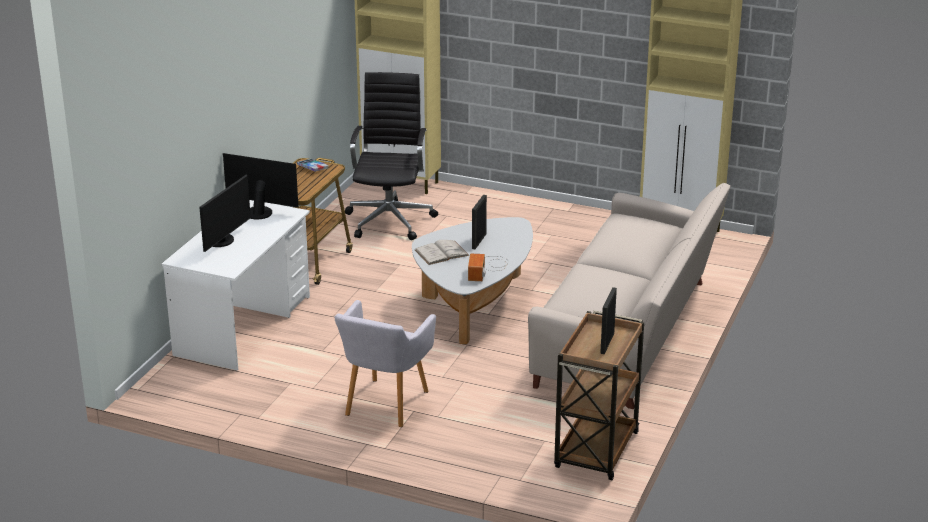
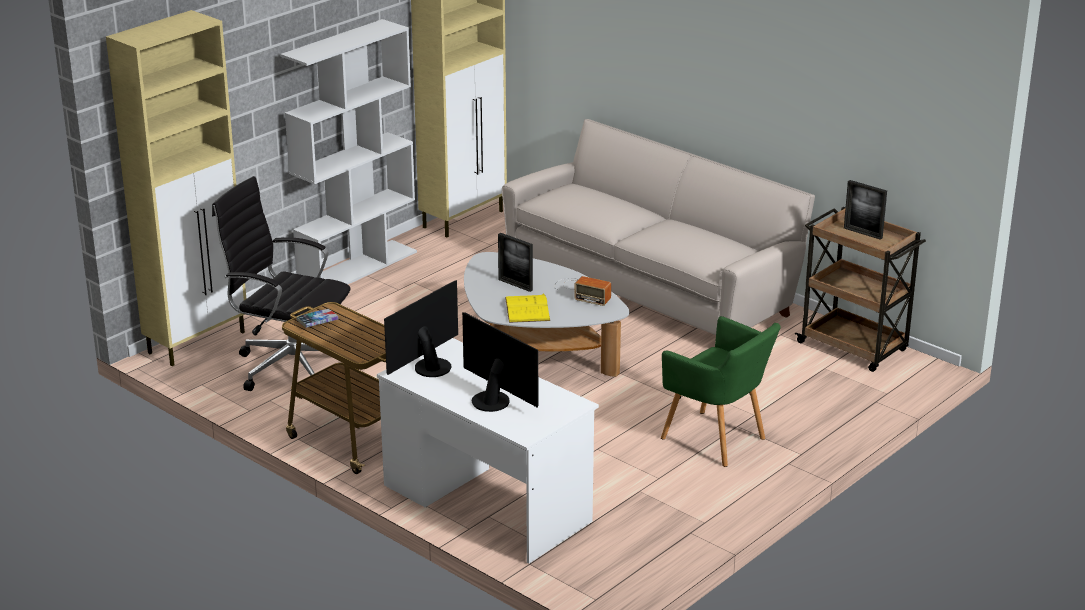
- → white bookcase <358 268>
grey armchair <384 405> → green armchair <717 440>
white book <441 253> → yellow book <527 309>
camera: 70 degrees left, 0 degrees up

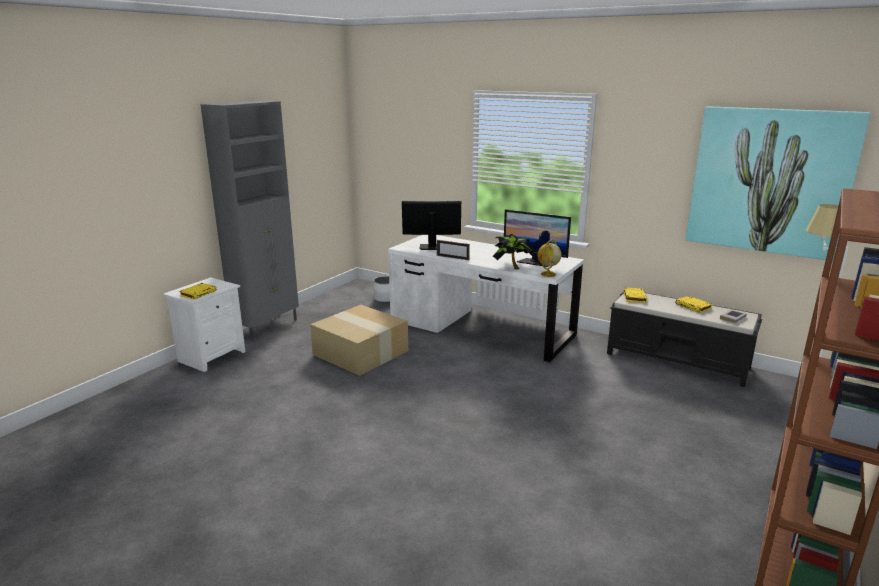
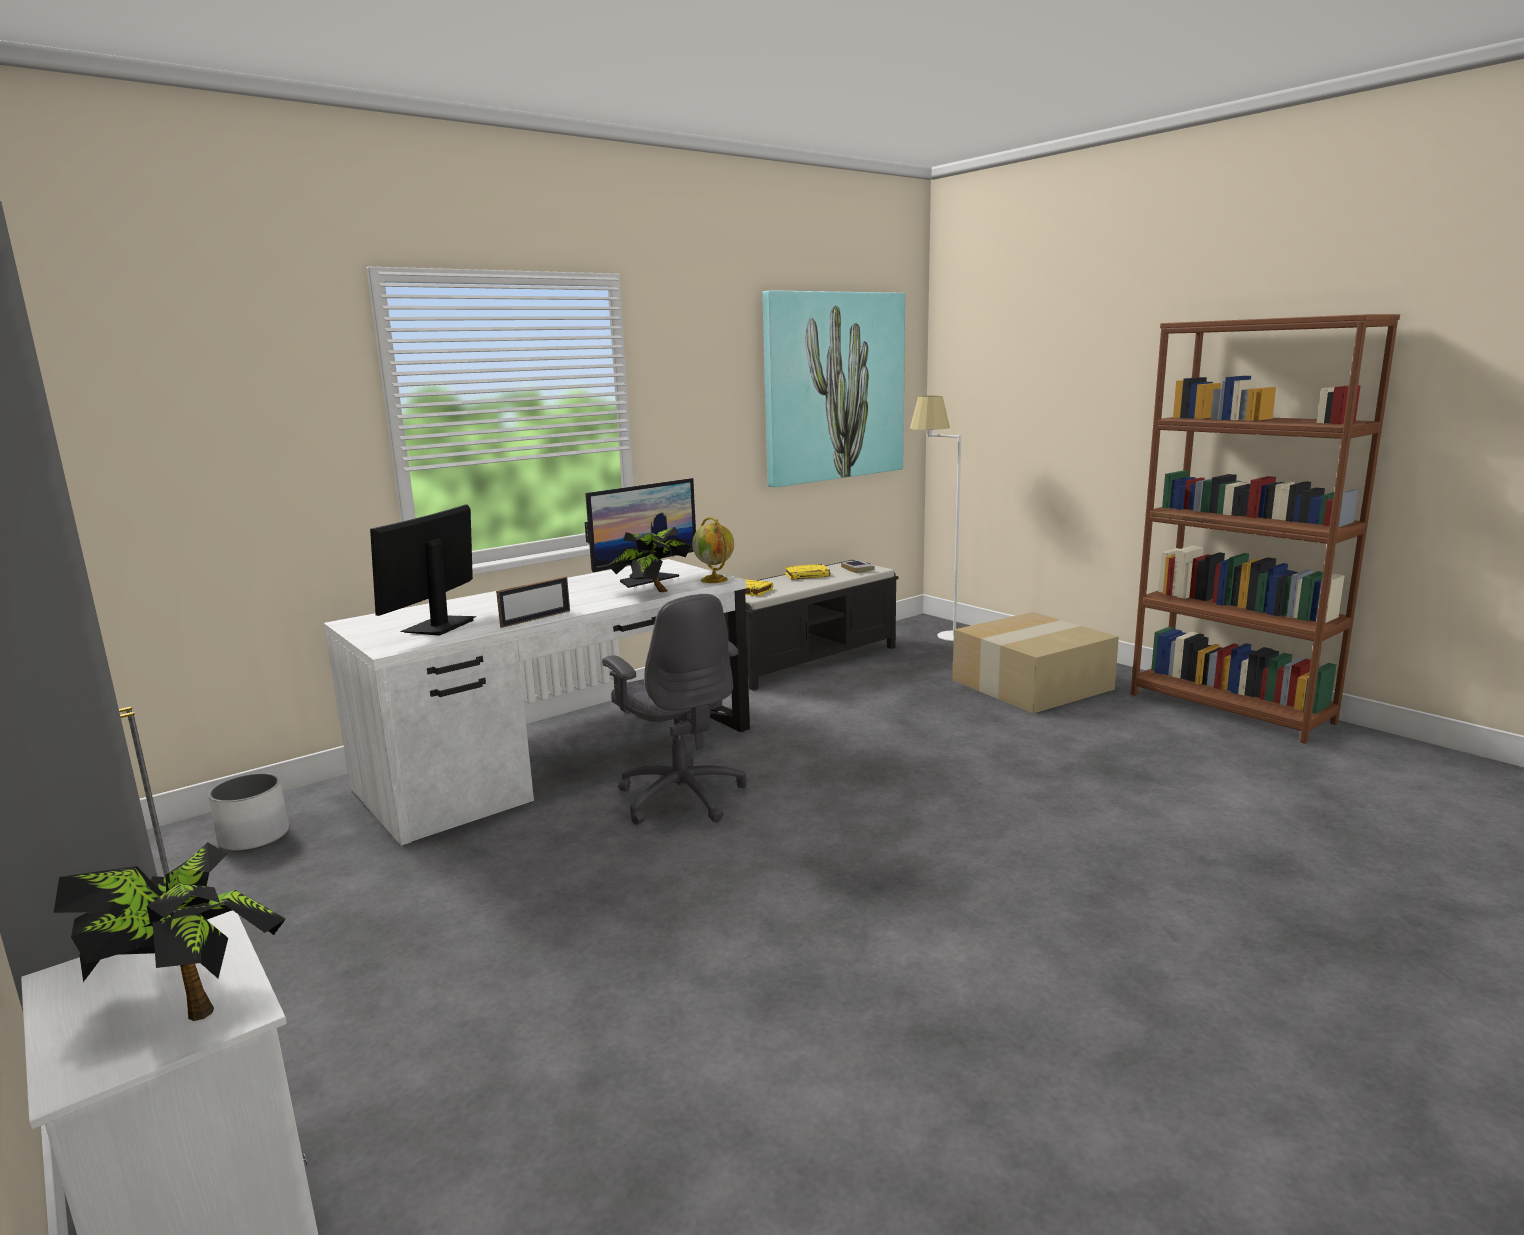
- → grey office chair <681 796>
cardboard box <362 352> → cardboard box <1031 684>, relocated
yellow book <198 293> → potted plant <191 1003>
camera: 70 degrees left, 5 degrees down

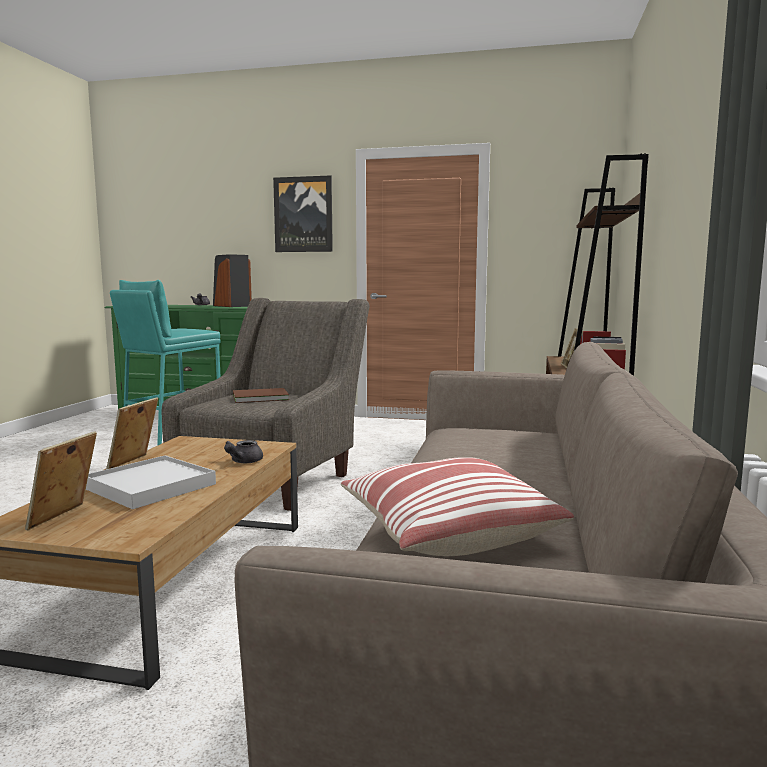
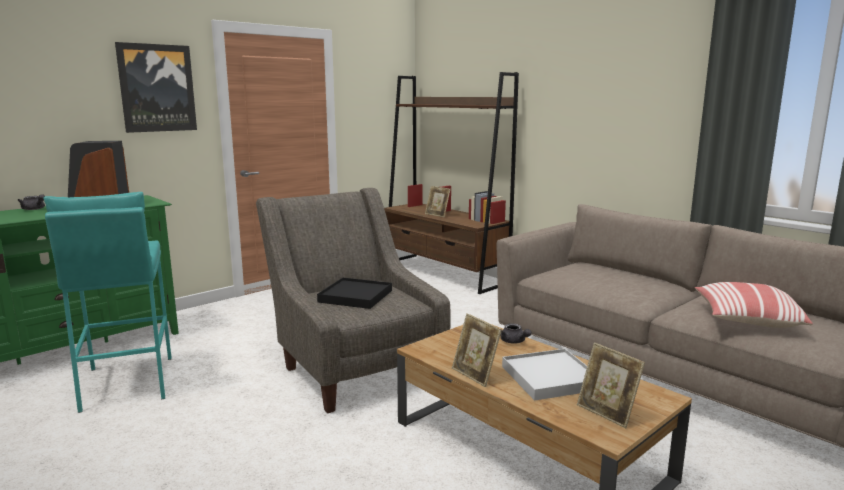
brown book <258 397> → black tray <355 296>
camera: 55 degrees left, 5 degrees up

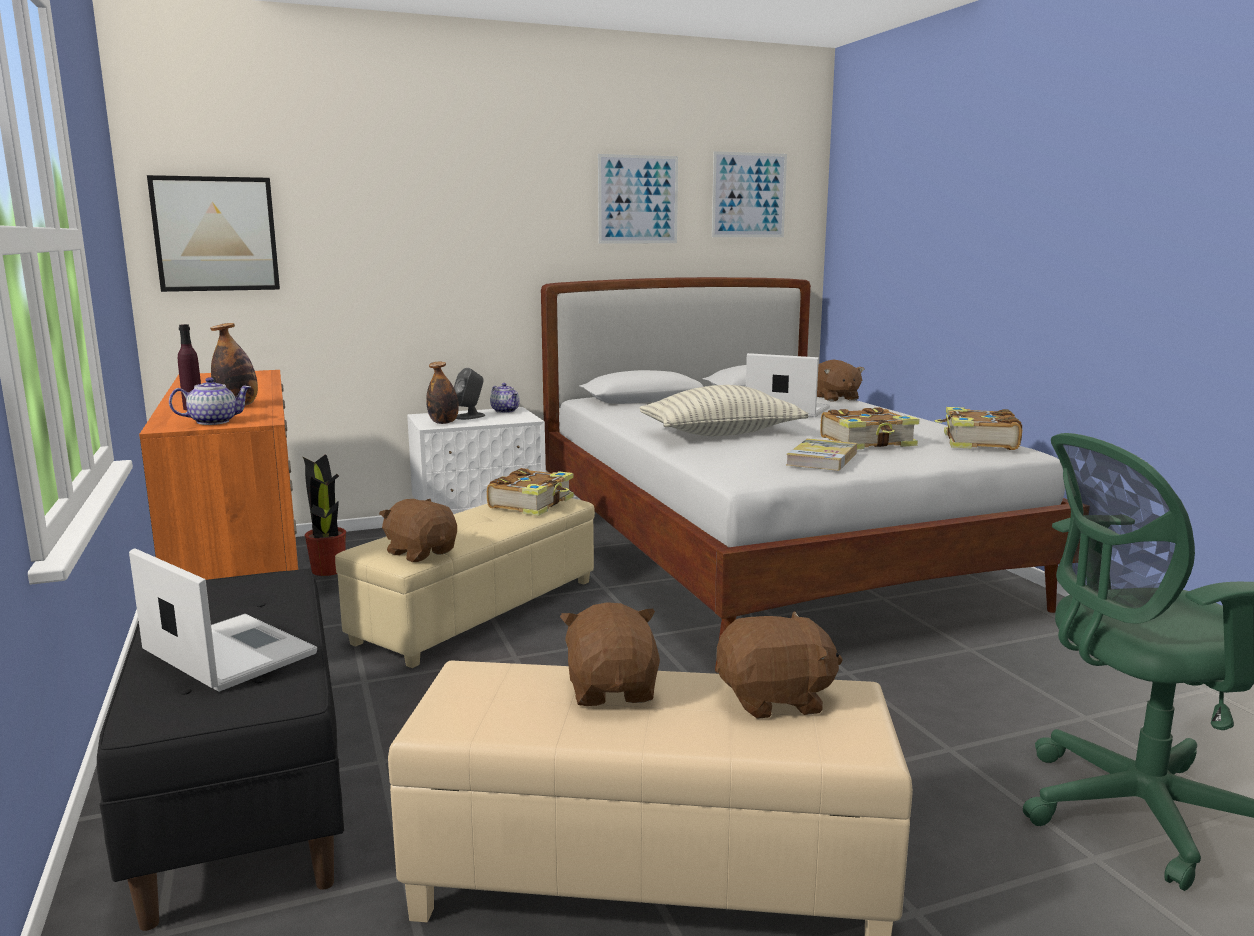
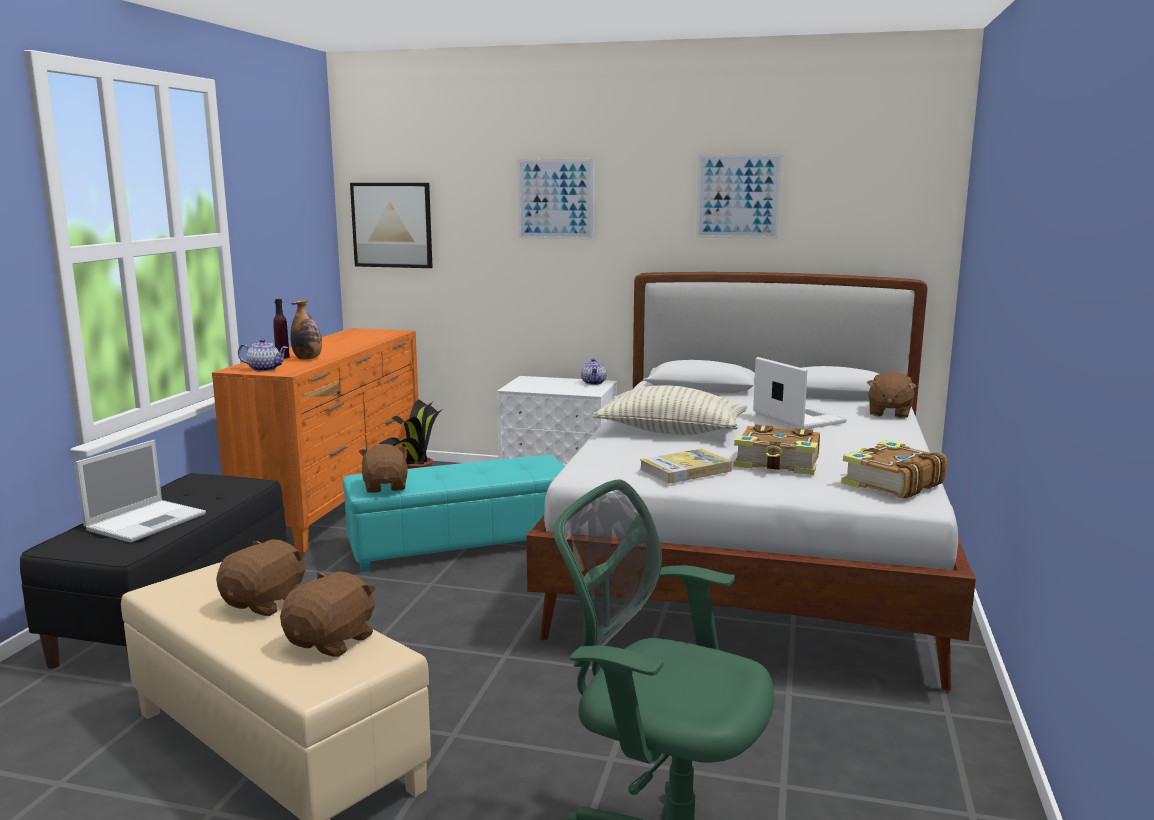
bottle <443 422> → -
grey speaker <469 416> → -
book <533 504> → -
picture <749 195> → picture <555 199>, relocated
beige ottoman <479 611> → turquoise ottoman <461 545>
laptop <227 653> → laptop <147 521>, 45 degrees clockwise
brown plush toy <775 700> → brown plush toy <332 641>, 90 degrees counterclockwise
camera: 35 degrees right, 0 degrees up

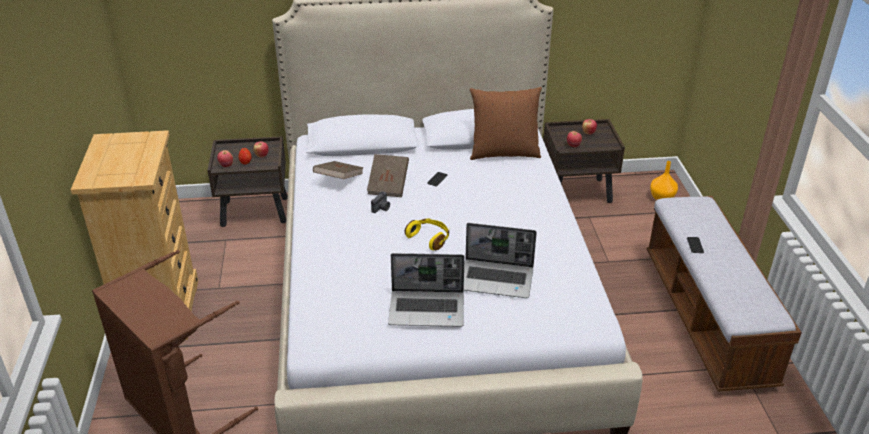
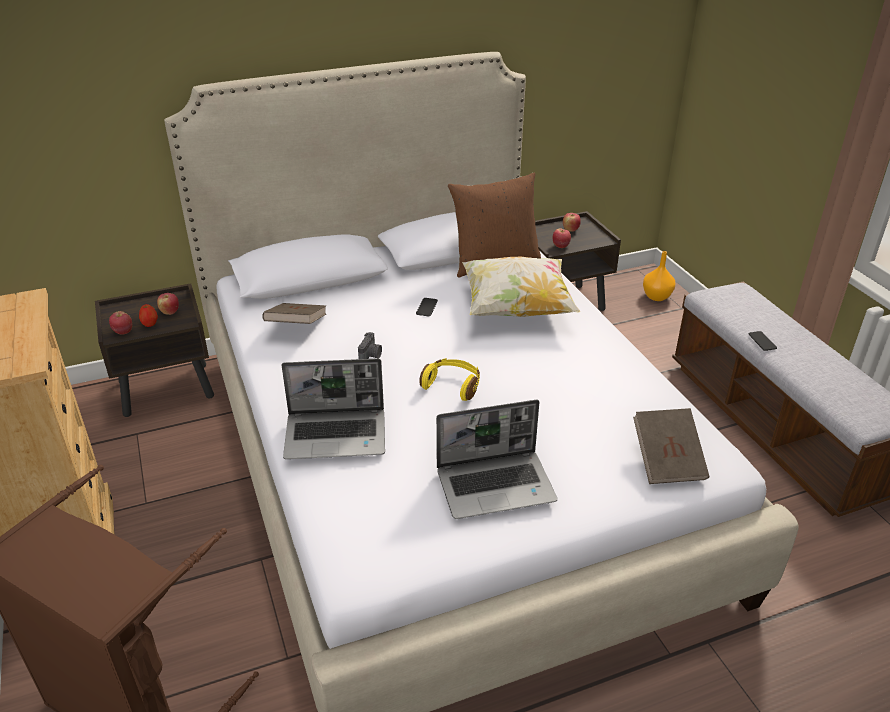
- → pillow <516 308>
brown book <388 185> → brown book <667 460>, relocated
laptop <497 279> → laptop <337 435>, relocated
camera: 15 degrees left, 0 degrees up

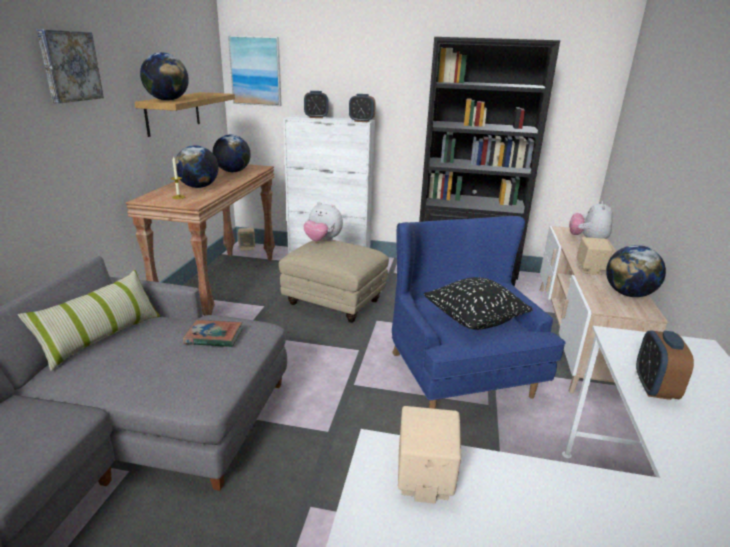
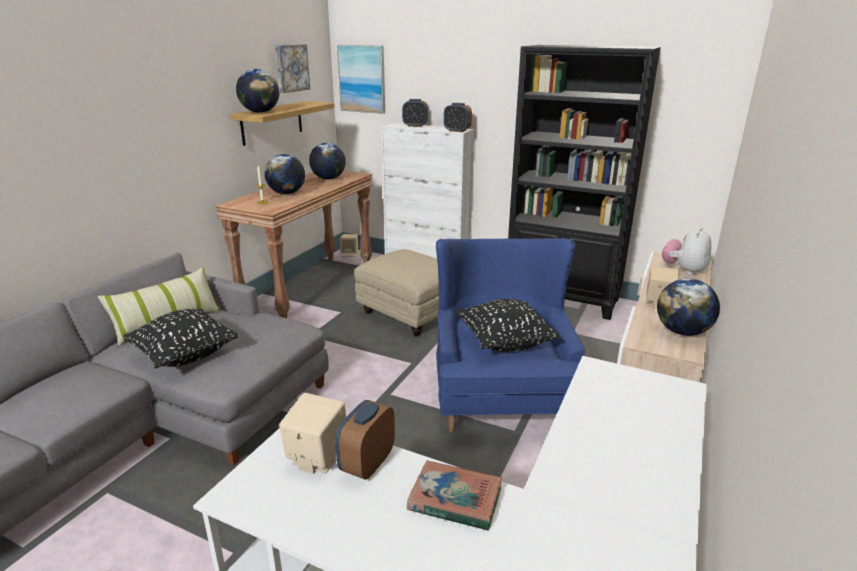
plush toy <323 241> → -
- → black pillow <185 356>
picture <69 66> → picture <291 68>, relocated
book <214 337> → book <455 499>, relocated
alarm clock <654 388> → alarm clock <367 464>, relocated
camera: 15 degrees right, 0 degrees up

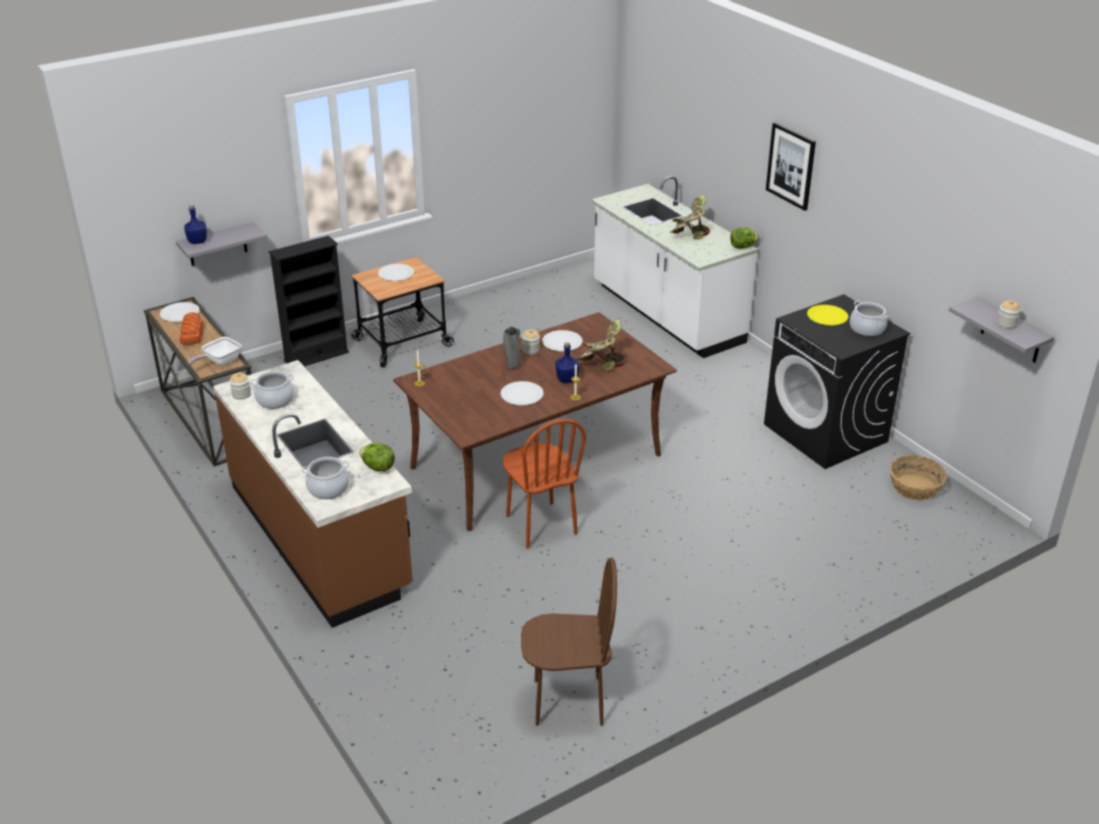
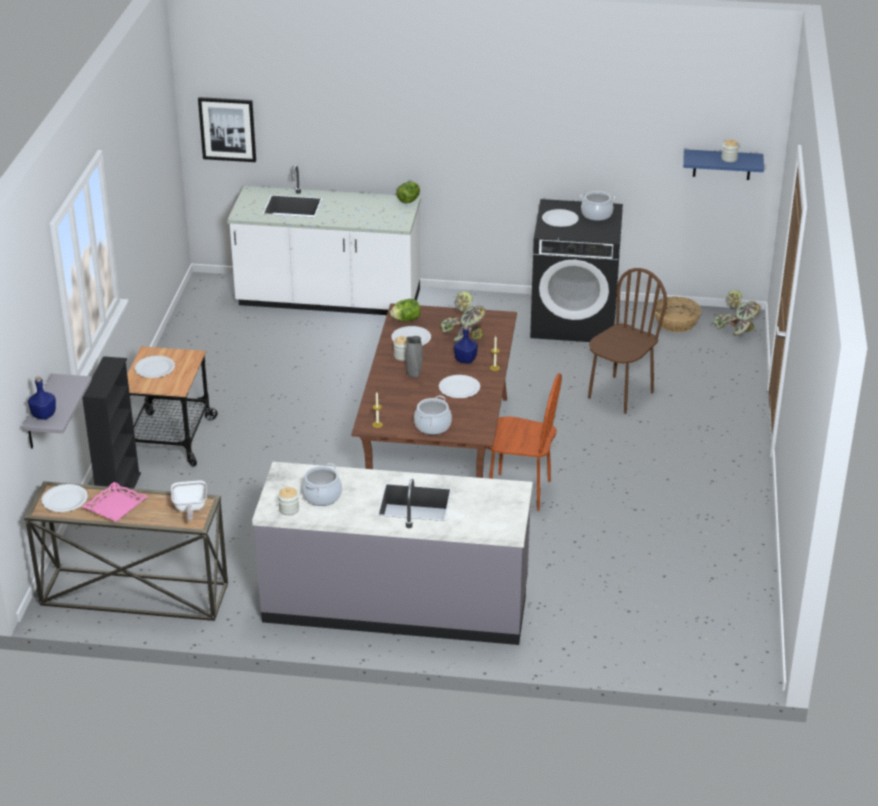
cooking pot <328 488> → cooking pot <432 426>, relocated
lettuce <378 467> → lettuce <406 320>, relocated
brown chair <568 701> → brown chair <620 395>, relocated
potted plant <688 234> → potted plant <736 330>, relocated
picture <791 166> → picture <227 129>, relocated
bread <192 334> → pink tray <115 506>
brown counter <320 537> → grey counter <396 603>
yellow plate <827 316> → white plate <560 219>
grey shelf <1011 331> → blue shelf <722 164>
camera: 50 degrees left, 0 degrees up

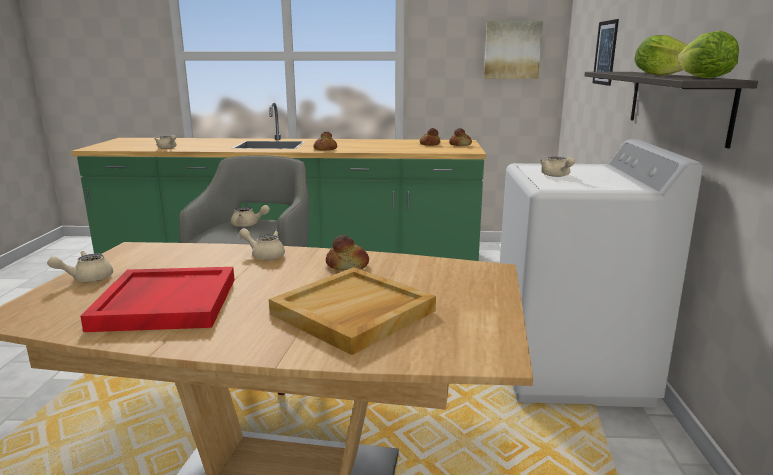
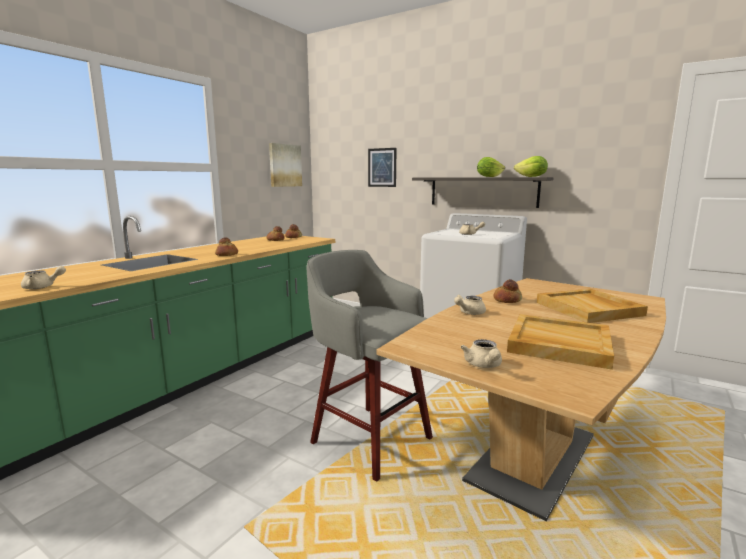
beige teapot <248 225> → -
red tray <165 303> → beige tray <558 344>
camera: 60 degrees left, 5 degrees down

